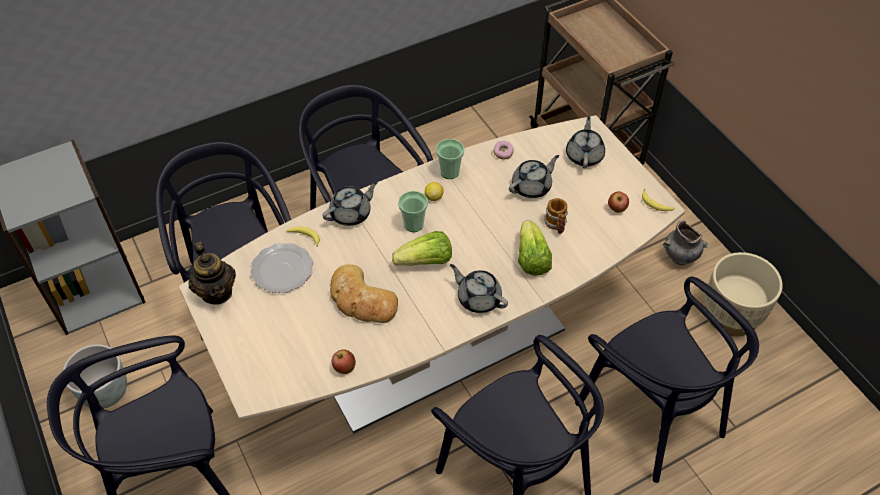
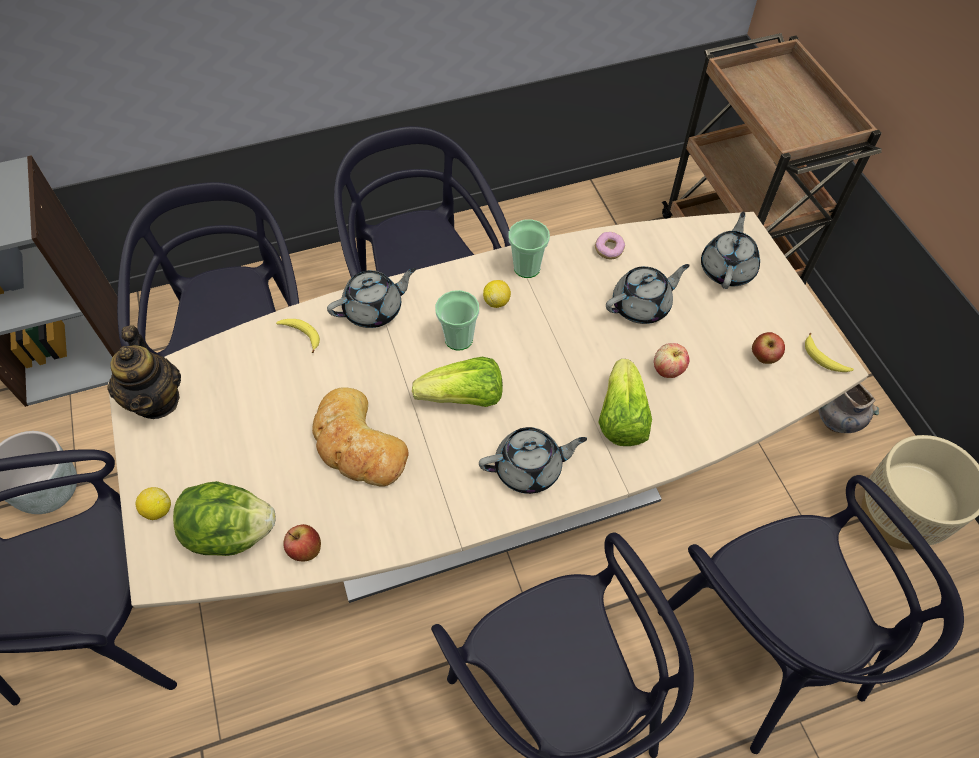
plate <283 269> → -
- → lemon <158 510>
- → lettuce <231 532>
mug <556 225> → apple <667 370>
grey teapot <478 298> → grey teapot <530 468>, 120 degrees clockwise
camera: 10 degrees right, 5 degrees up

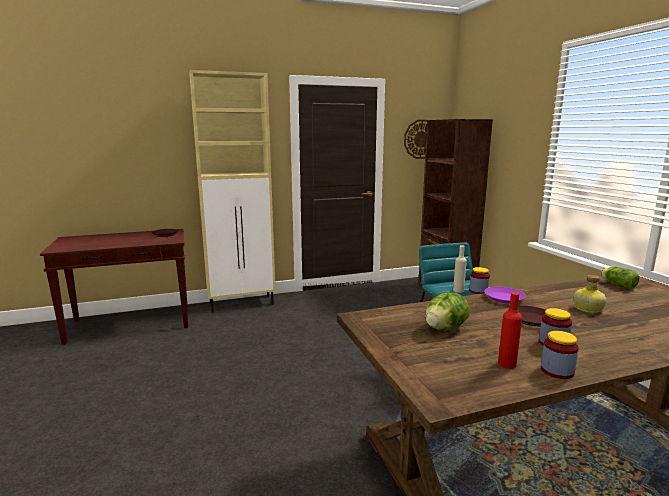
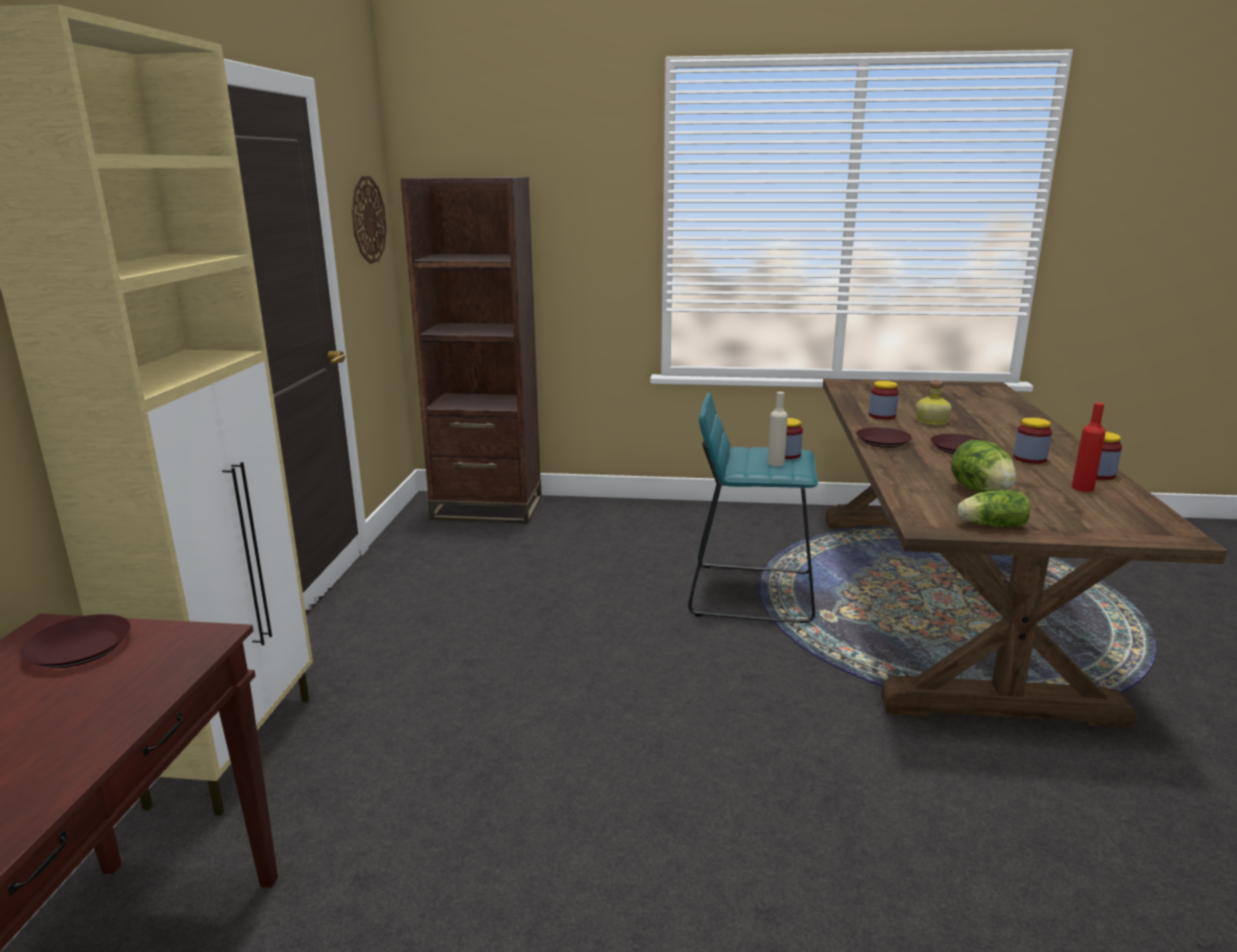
- → jar <882 416>
lettuce <617 285> → lettuce <990 525>, relocated
purple plate <503 298> → brown plate <882 442>
camera: 65 degrees left, 5 degrees up

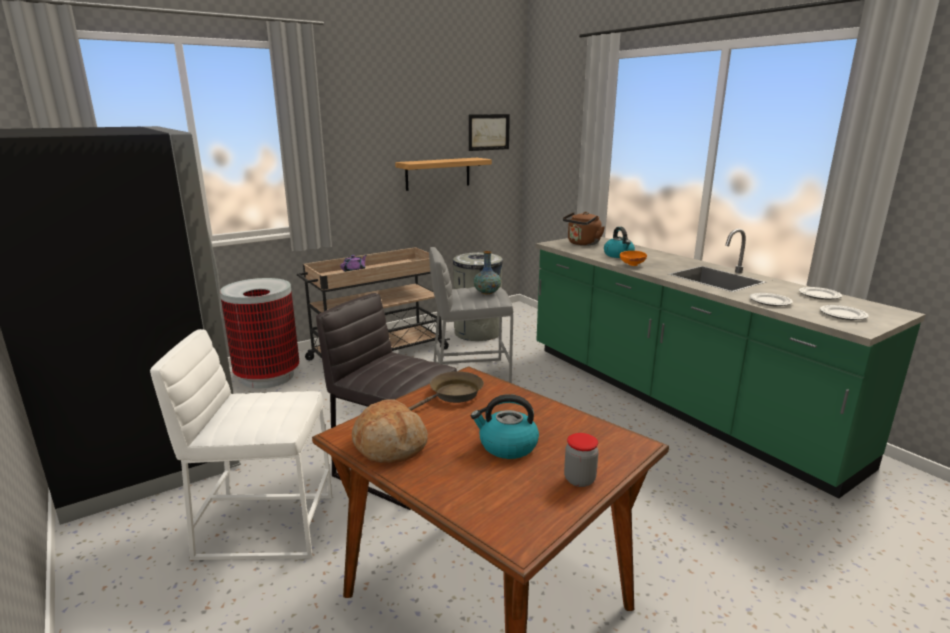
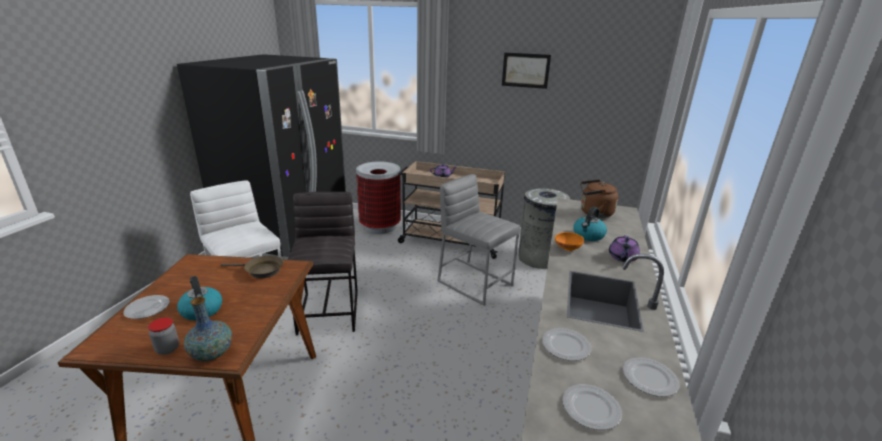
bread <390 445> → -
shelf <438 173> → -
- → plate <147 308>
- → purple teapot <622 257>
picture <489 132> → picture <525 70>, relocated
vase <487 292> → vase <212 353>, relocated
camera: 50 degrees right, 5 degrees up

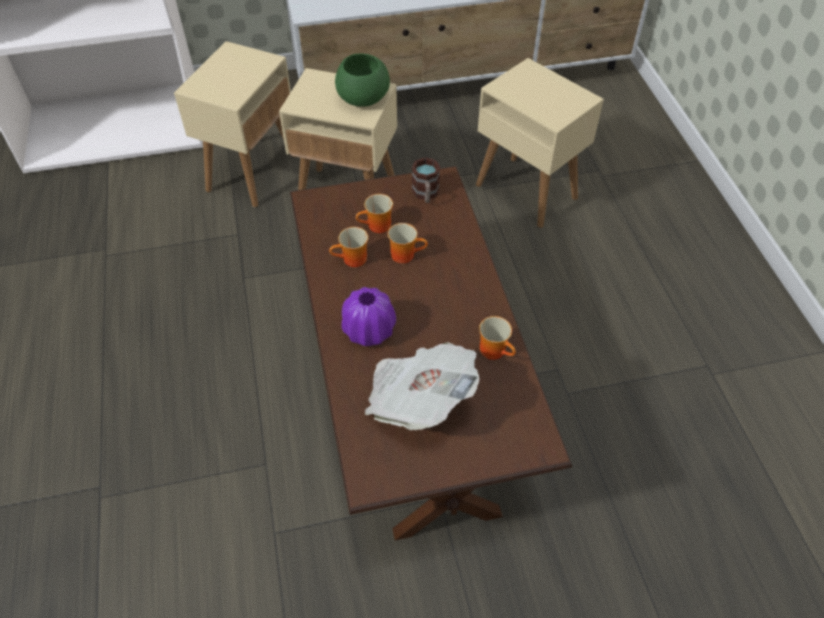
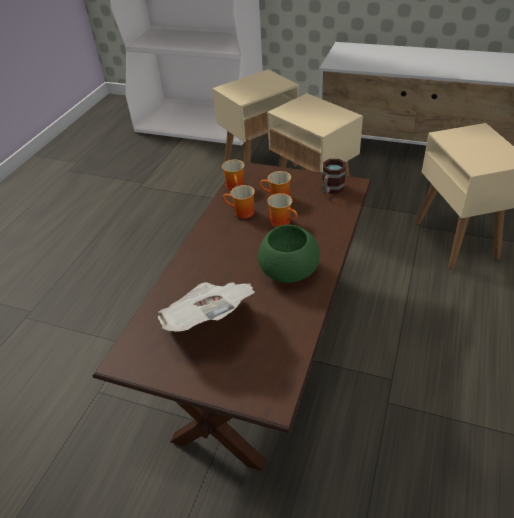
purple vase <369 330> → -
green bowl <362 99> → green bowl <288 272>, relocated
mug <496 350> → mug <236 187>, relocated
camera: 35 degrees right, 10 degrees down

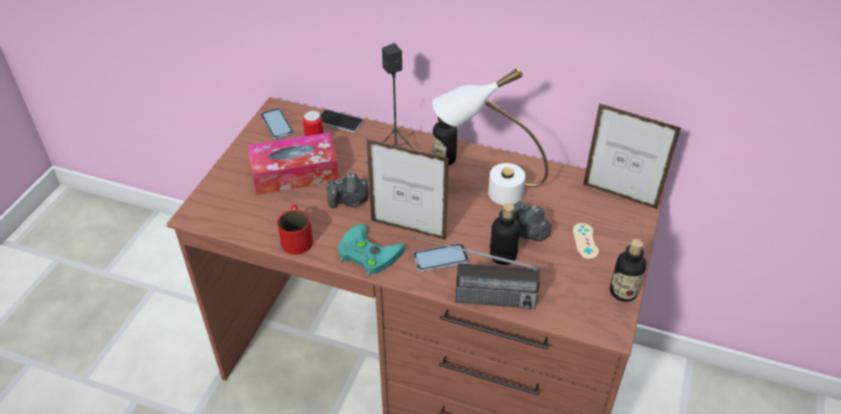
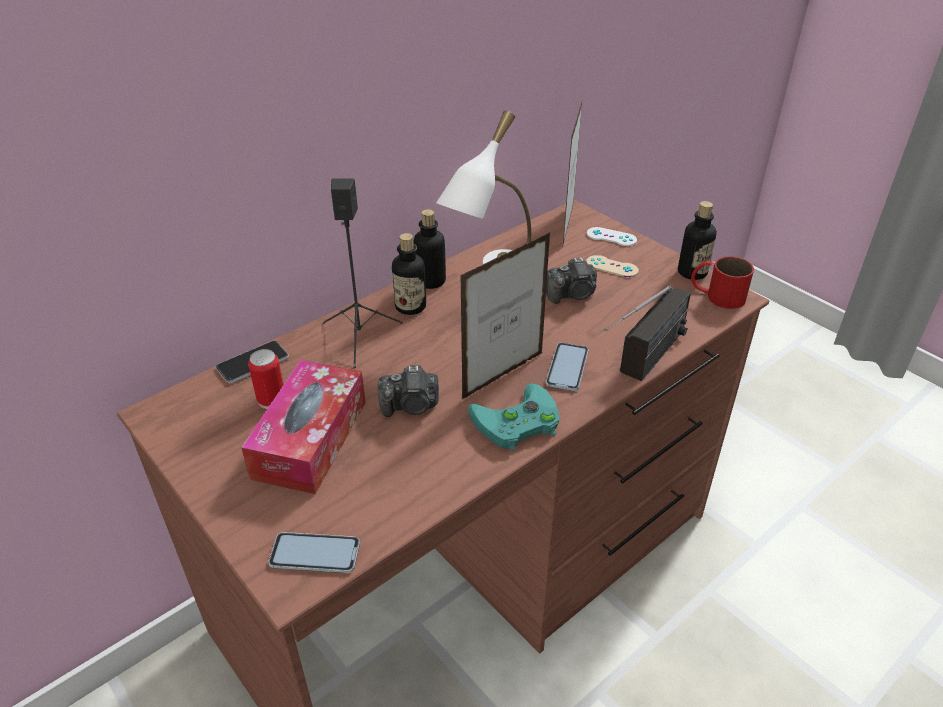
- → white game controller <611 237>
phone <277 124> → phone <315 553>, relocated
red mug <297 236> → red mug <716 295>, relocated
bottle <503 256> → bottle <430 281>, relocated
photo camera <349 201> → photo camera <411 406>, 60 degrees clockwise
picture frame <619 196> → picture frame <568 225>, 135 degrees clockwise
camera: 60 degrees left, 5 degrees down

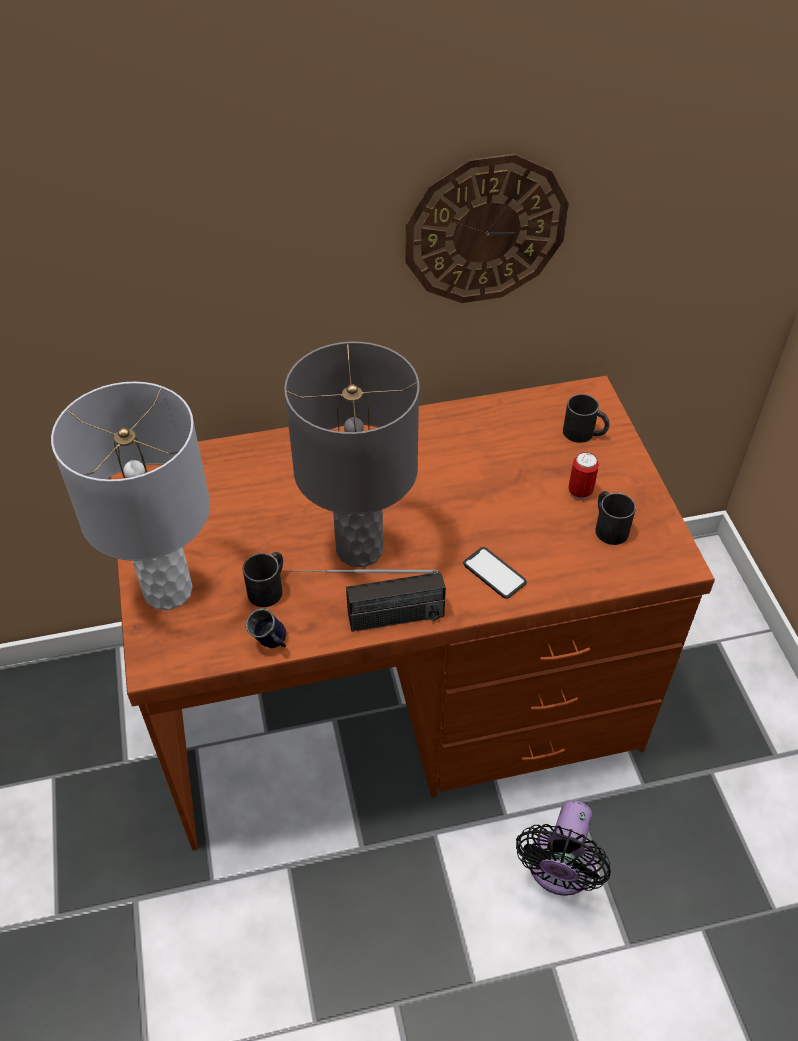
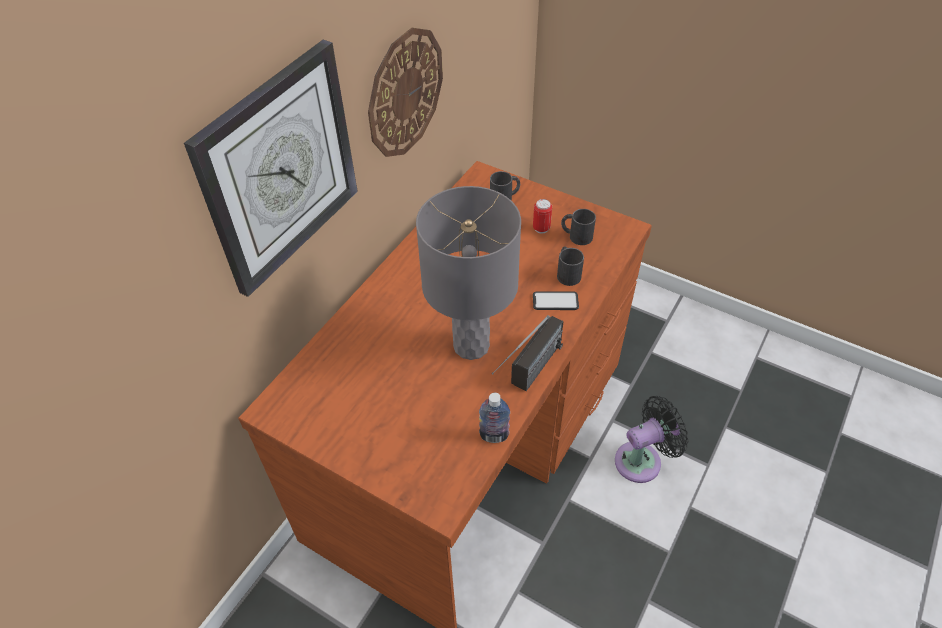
grey table lamp <167 590> → -
- → wall clock <280 169>
black mug <269 587> → black mug <567 273>, relocated
blue mug <271 644> → bottle <494 436>
black fan <559 870> → black fan <642 460>, 90 degrees counterclockwise
camera: 45 degrees left, 0 degrees up

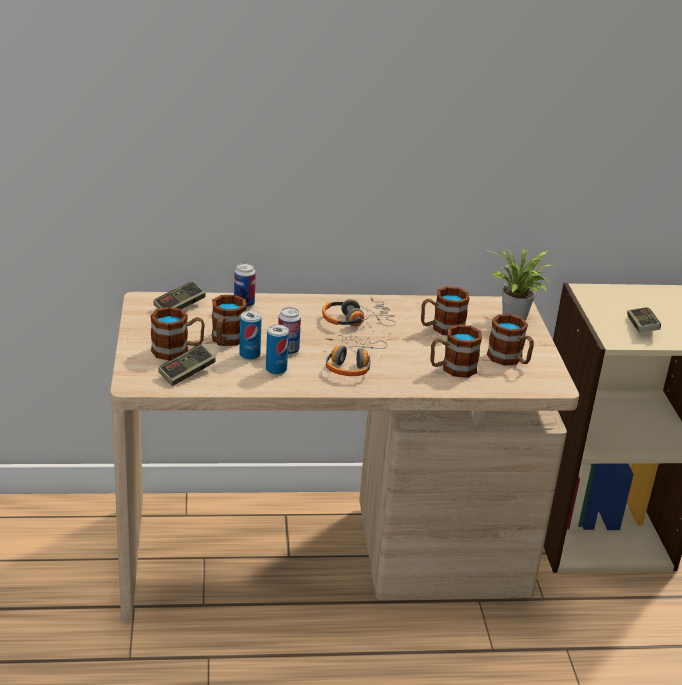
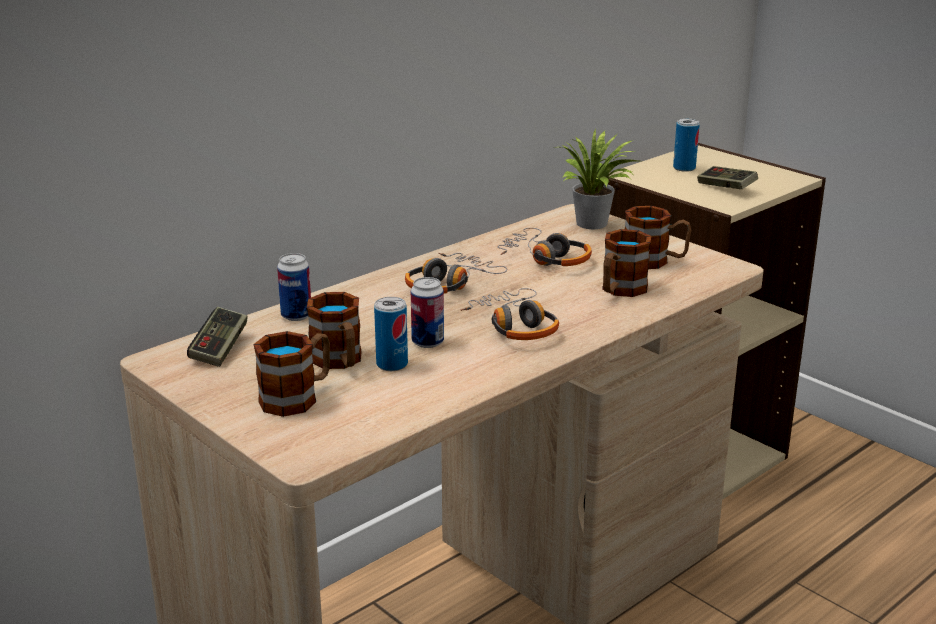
game controller <187 373> → -
can <276 369> → can <684 168>, relocated
mug <441 328> → headphones <545 259>
camera: 35 degrees left, 5 degrees down

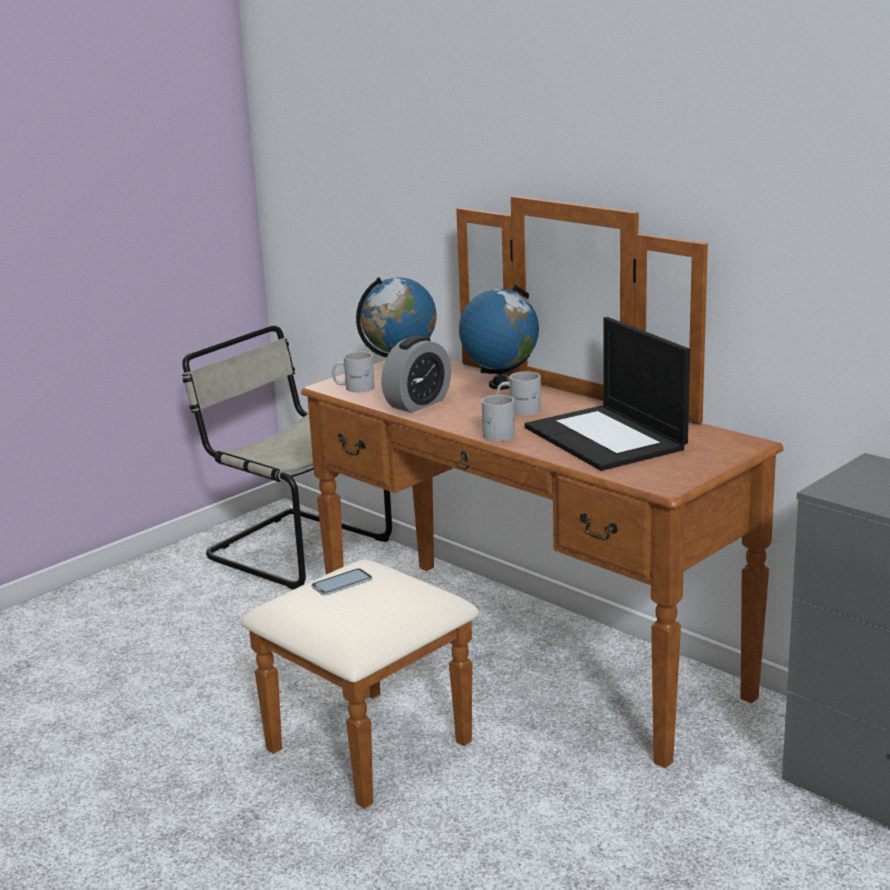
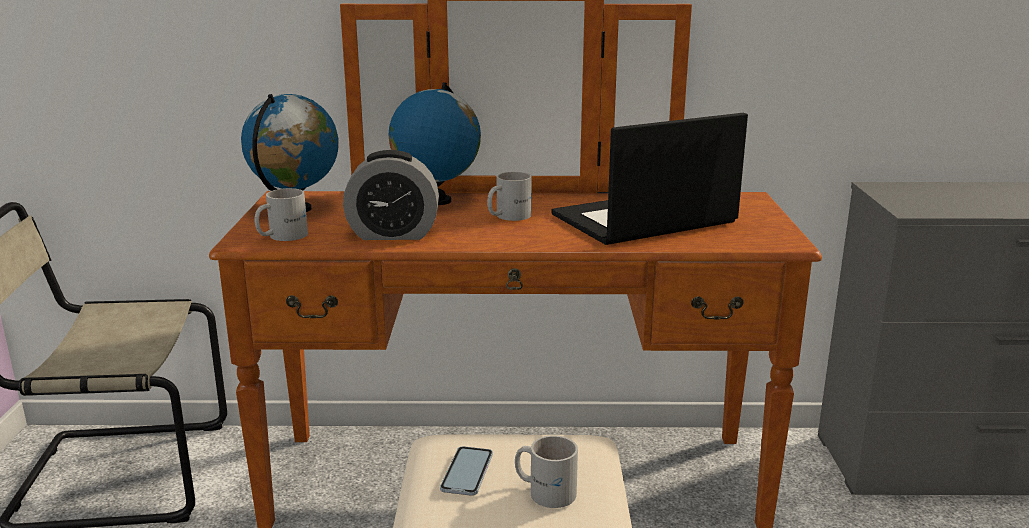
white mug <497 433> → white mug <545 490>, relocated
alarm clock <418 403> → alarm clock <393 234>, 90 degrees clockwise
laptop <607 438> → laptop <643 220>, 135 degrees clockwise
camera: 45 degrees left, 0 degrees up

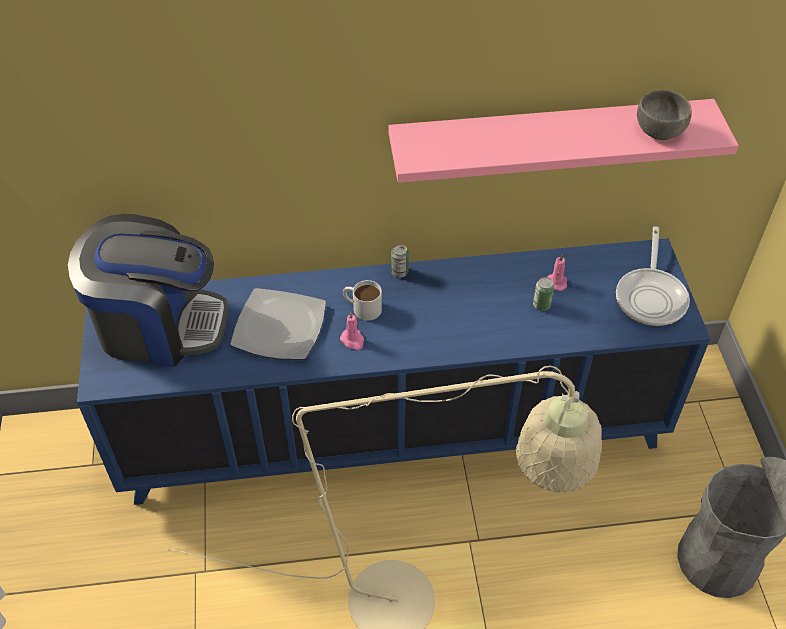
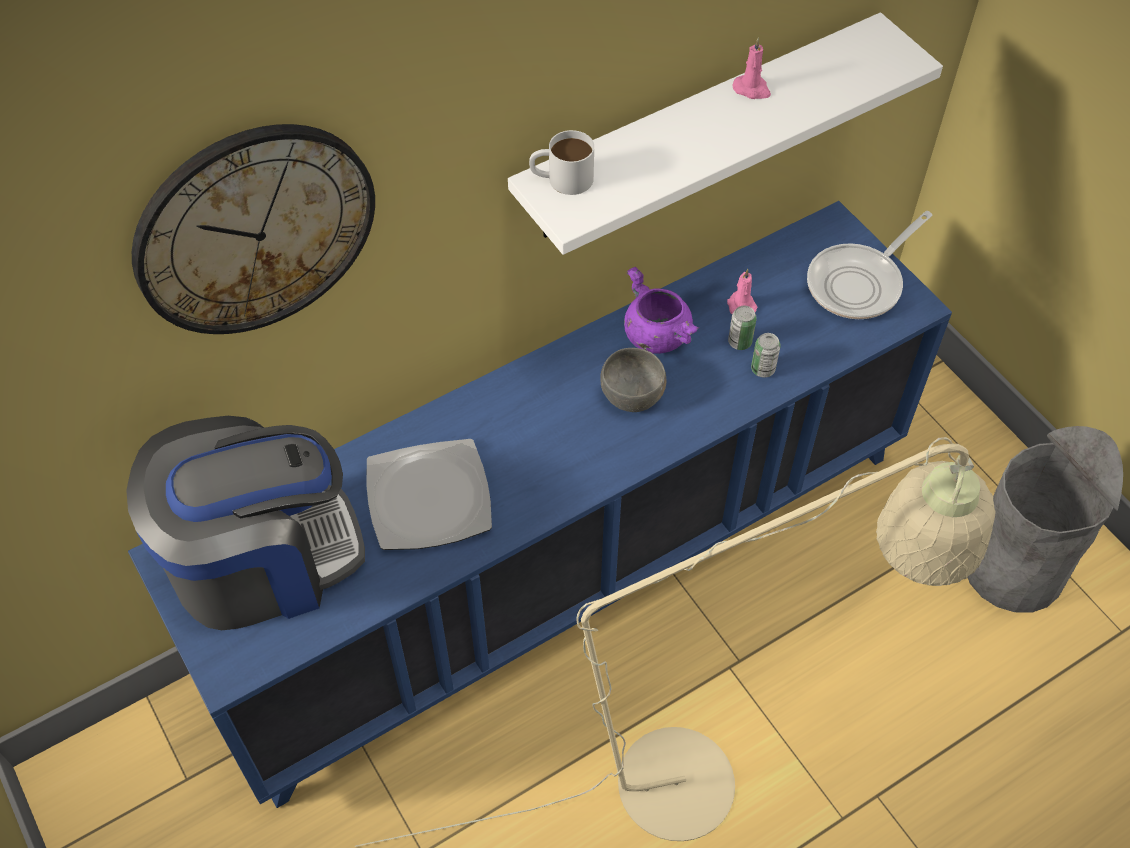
- → wall clock <255 229>
- → purple cooking pot <656 336>
pink candle <353 340> → pink candle <752 89>, relocated
white mug <362 307> → white mug <561 178>, relocated
can <399 272> → can <763 369>, relocated
grey bowl <660 131> → grey bowl <633 395>, relocated
pink shelf <548 140> → white shelf <699 129>
frying pan <651 296> → frying pan <859 283>, 60 degrees clockwise
camera: 25 degrees left, 5 degrees up

